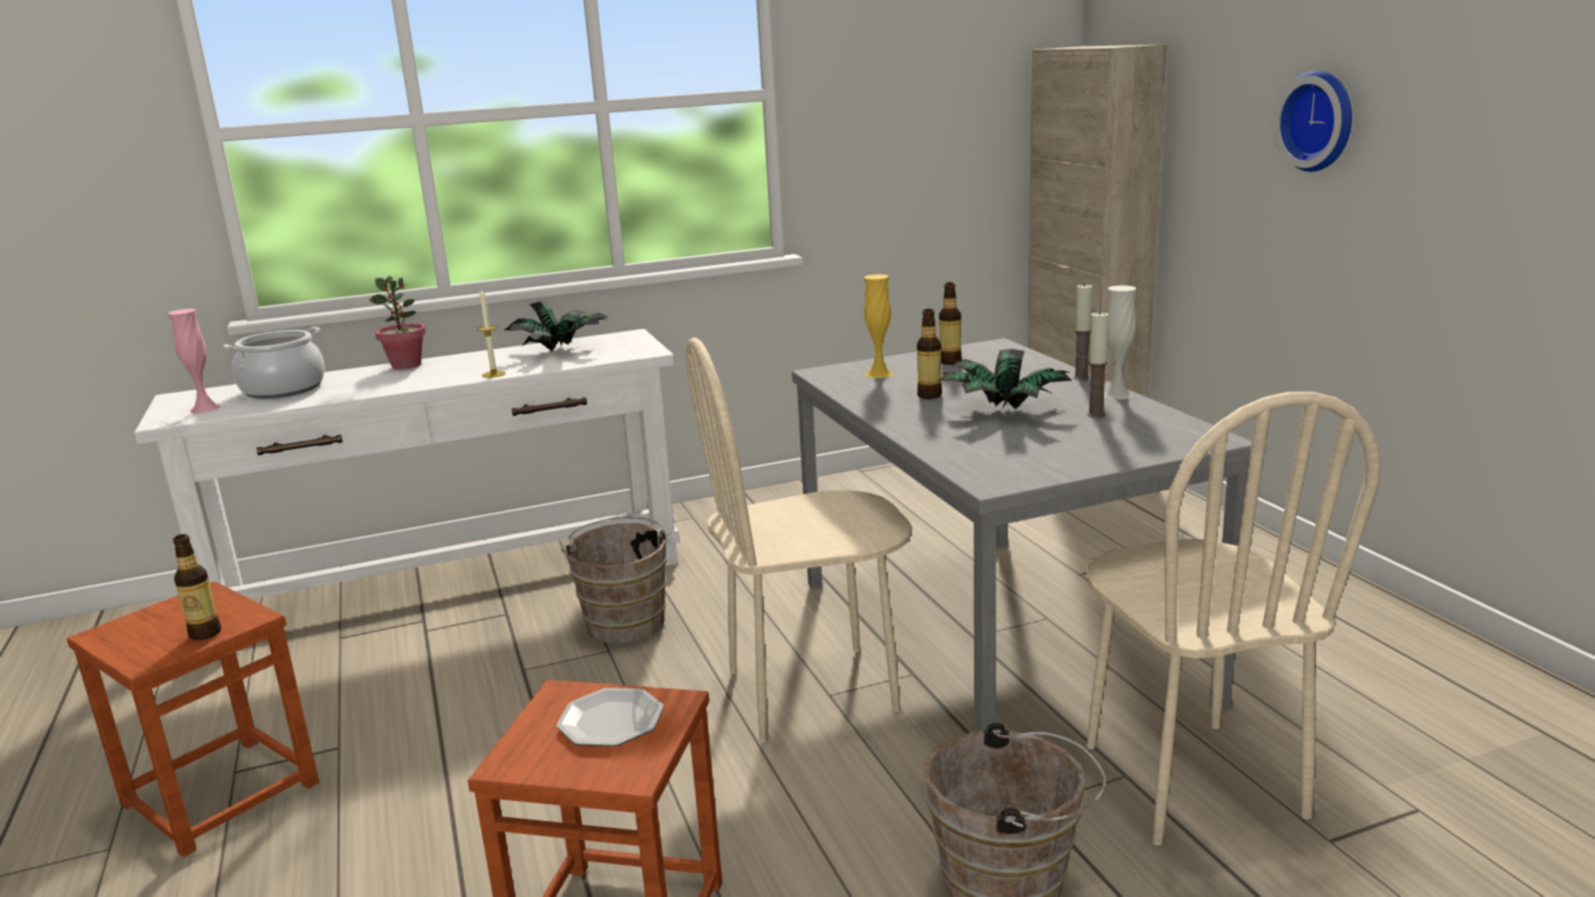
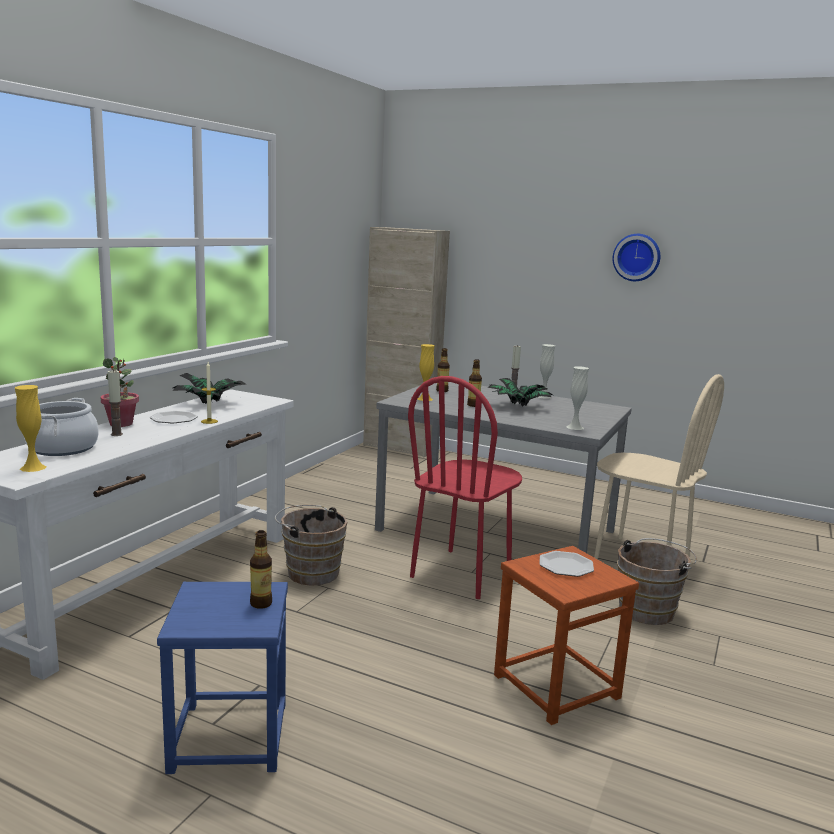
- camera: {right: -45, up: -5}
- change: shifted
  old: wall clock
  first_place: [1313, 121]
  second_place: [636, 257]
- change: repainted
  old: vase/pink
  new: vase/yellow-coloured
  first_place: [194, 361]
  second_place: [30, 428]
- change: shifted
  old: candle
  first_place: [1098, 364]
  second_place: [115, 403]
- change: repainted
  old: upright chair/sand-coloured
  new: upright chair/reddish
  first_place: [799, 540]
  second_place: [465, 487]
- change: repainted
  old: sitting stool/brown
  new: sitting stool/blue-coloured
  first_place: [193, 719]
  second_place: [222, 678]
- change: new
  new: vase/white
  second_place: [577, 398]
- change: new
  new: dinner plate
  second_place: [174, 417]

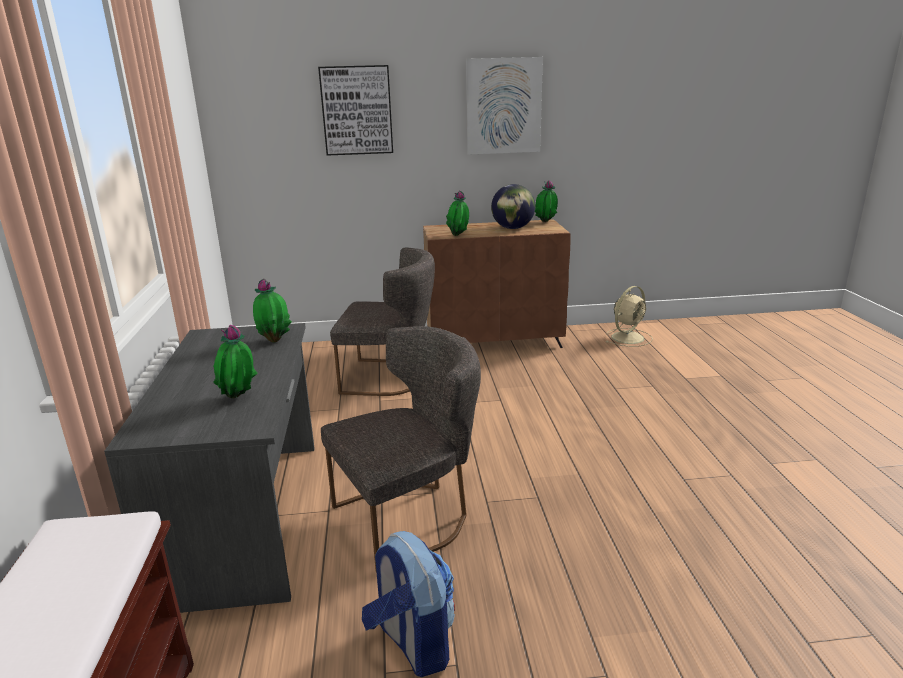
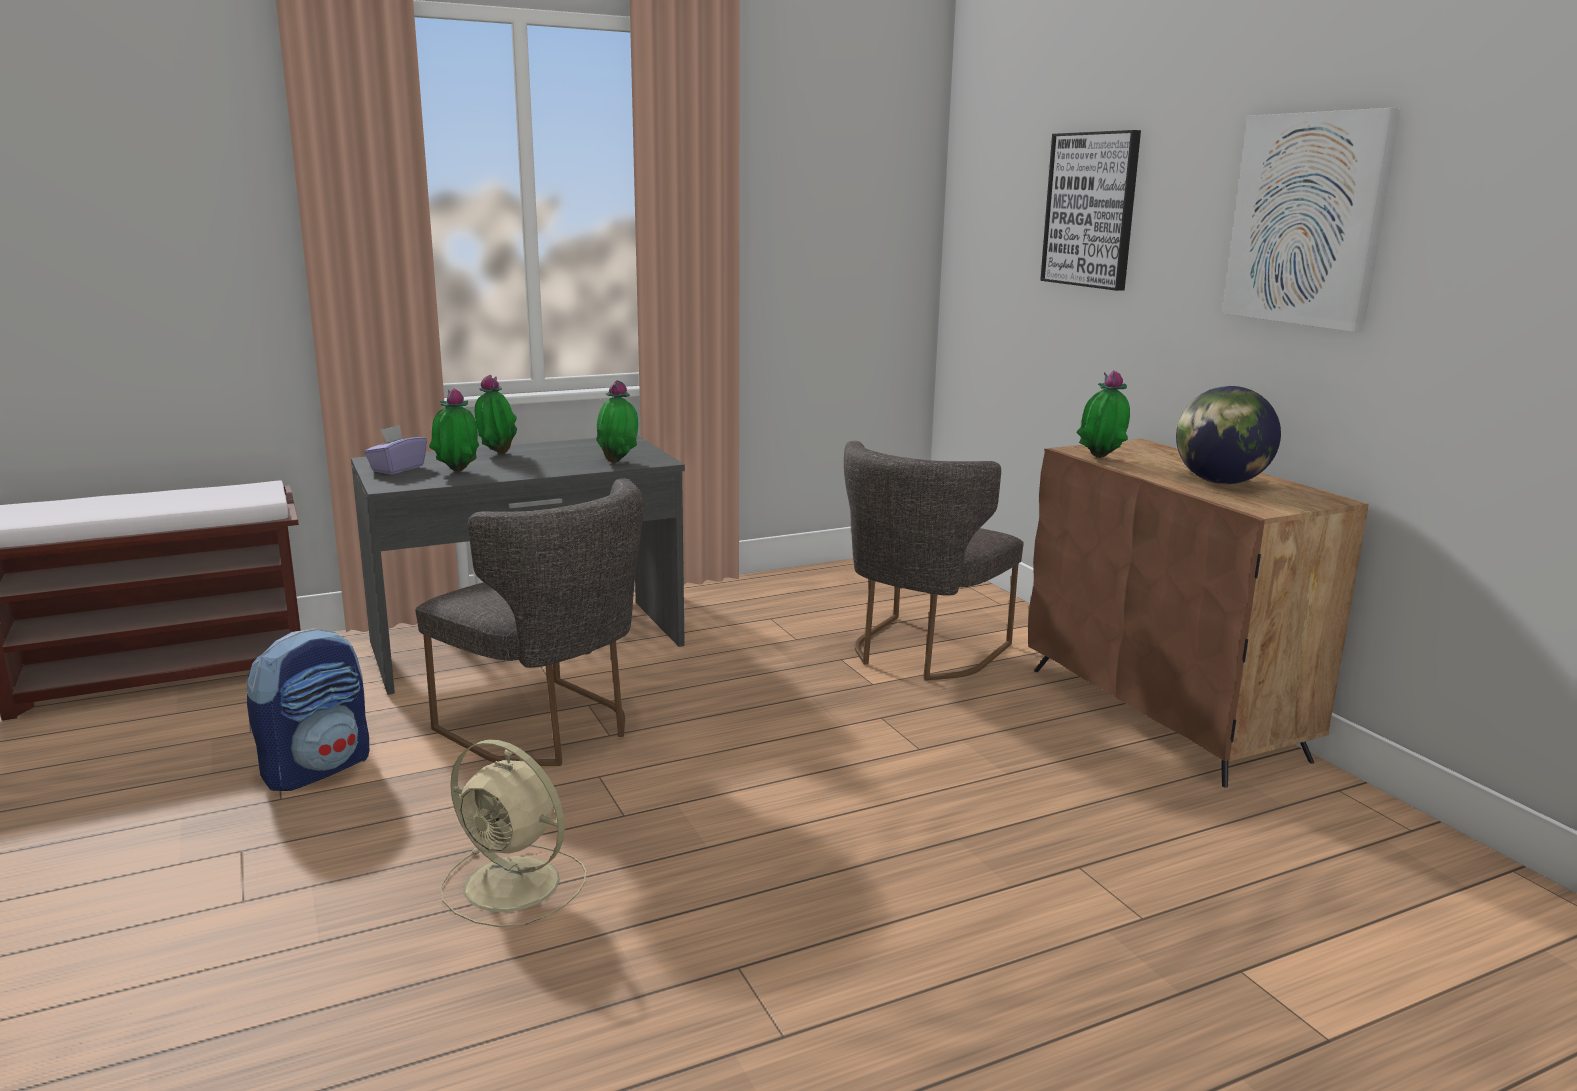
- camera: {right: 70, up: -5}
- change: shifted
  old: potted plant
  first_place: [546, 201]
  second_place: [496, 414]
- change: rotated
  old: upright chair/greyish
  first_place: [382, 321]
  second_place: [934, 560]
  degrees: 45
- change: shifted
  old: cooling fan/sand-coloured
  first_place: [629, 316]
  second_place: [513, 833]
- change: new
  new: tissue box/purple-coloured
  second_place: [395, 449]

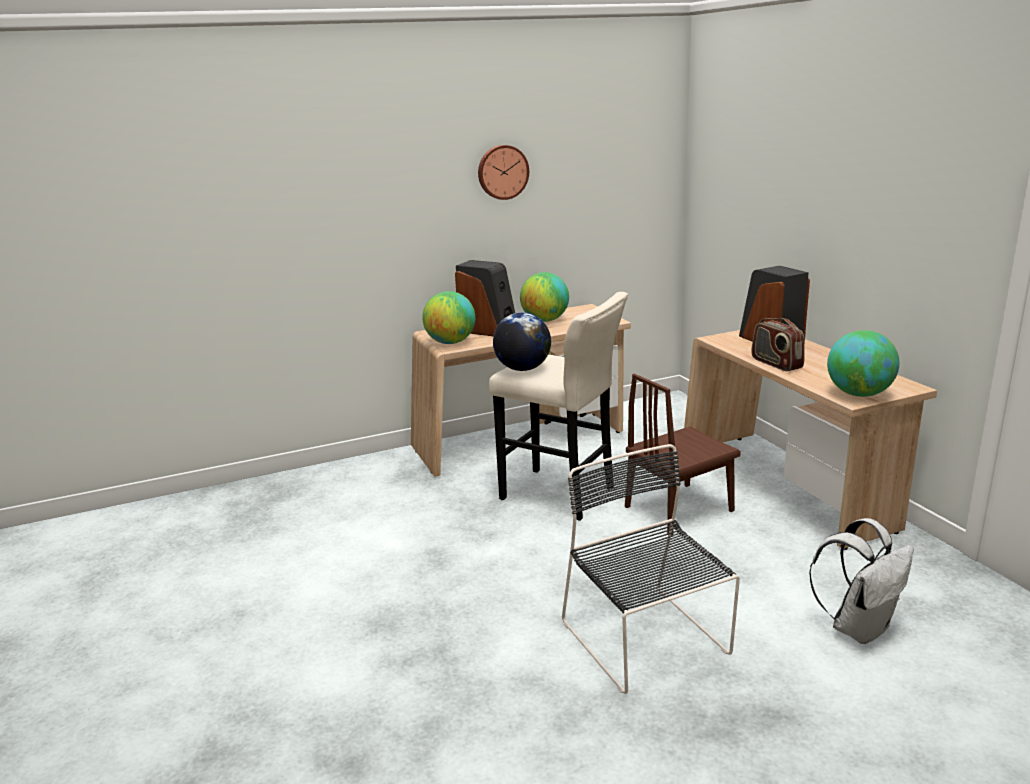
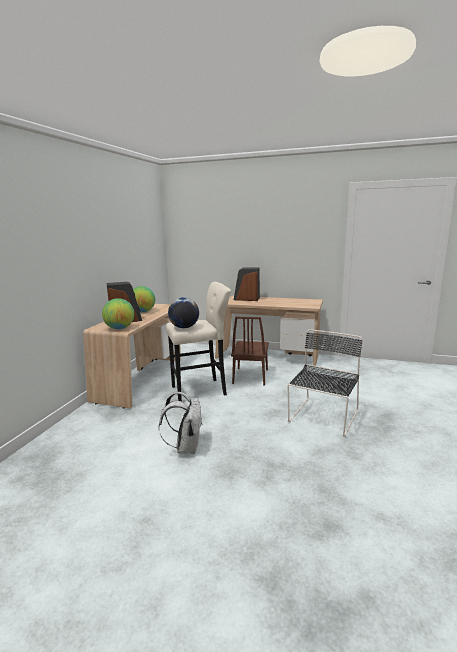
- camera: {right: -50, up: -5}
- change: gone
  old: wall clock
  first_place: [503, 172]
- change: gone
  old: radio
  first_place: [778, 344]
- change: gone
  old: world globe
  first_place: [863, 363]
- change: rotated
  old: upright chair/blackish
  first_place: [651, 569]
  second_place: [325, 383]
  degrees: 105
- change: shifted
  old: backpack/white
  first_place: [861, 581]
  second_place: [180, 423]

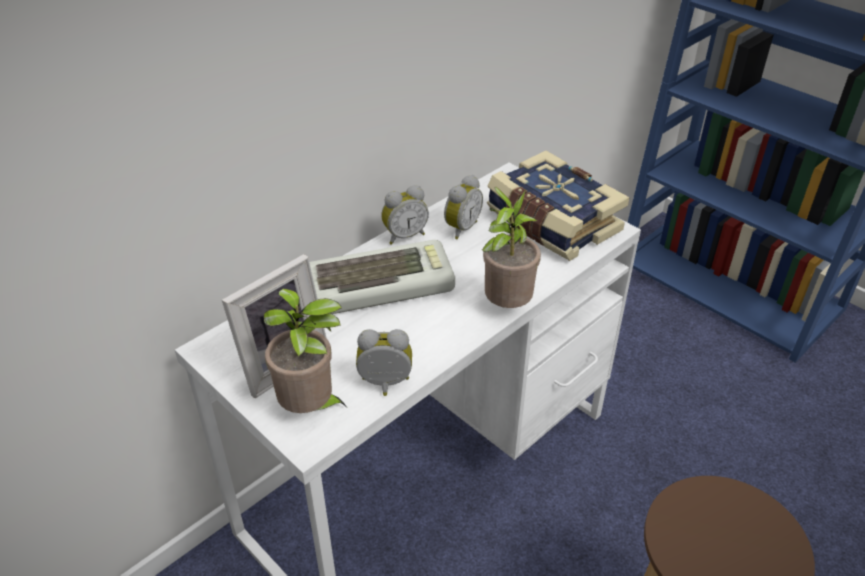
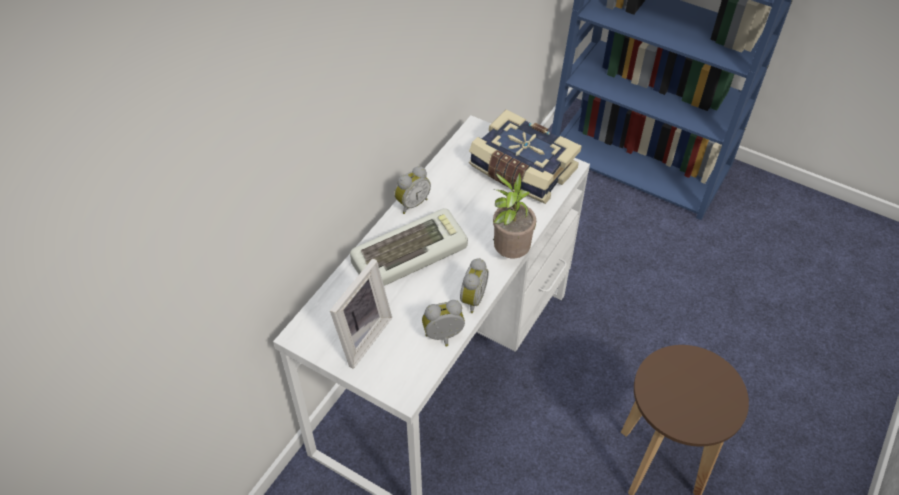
- camera: {right: -15, up: 10}
- change: shifted
  old: bedside clock
  first_place: [463, 207]
  second_place: [474, 285]
- change: gone
  old: potted plant
  first_place: [305, 350]

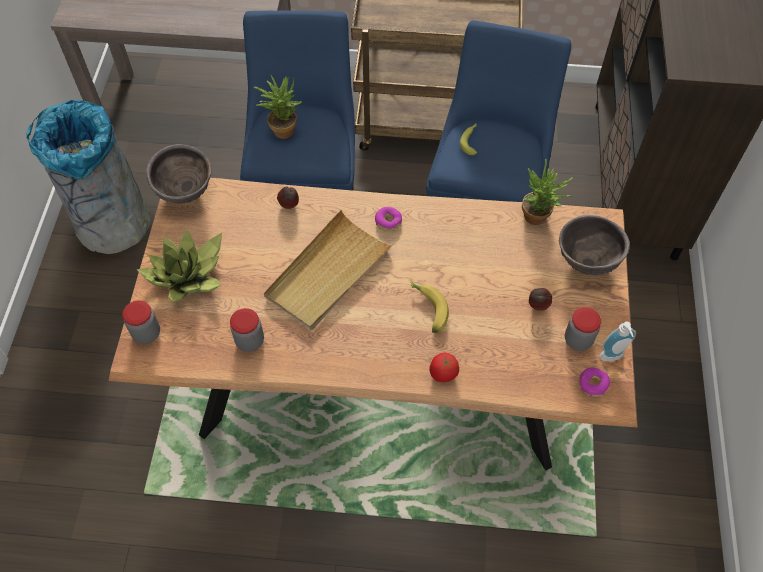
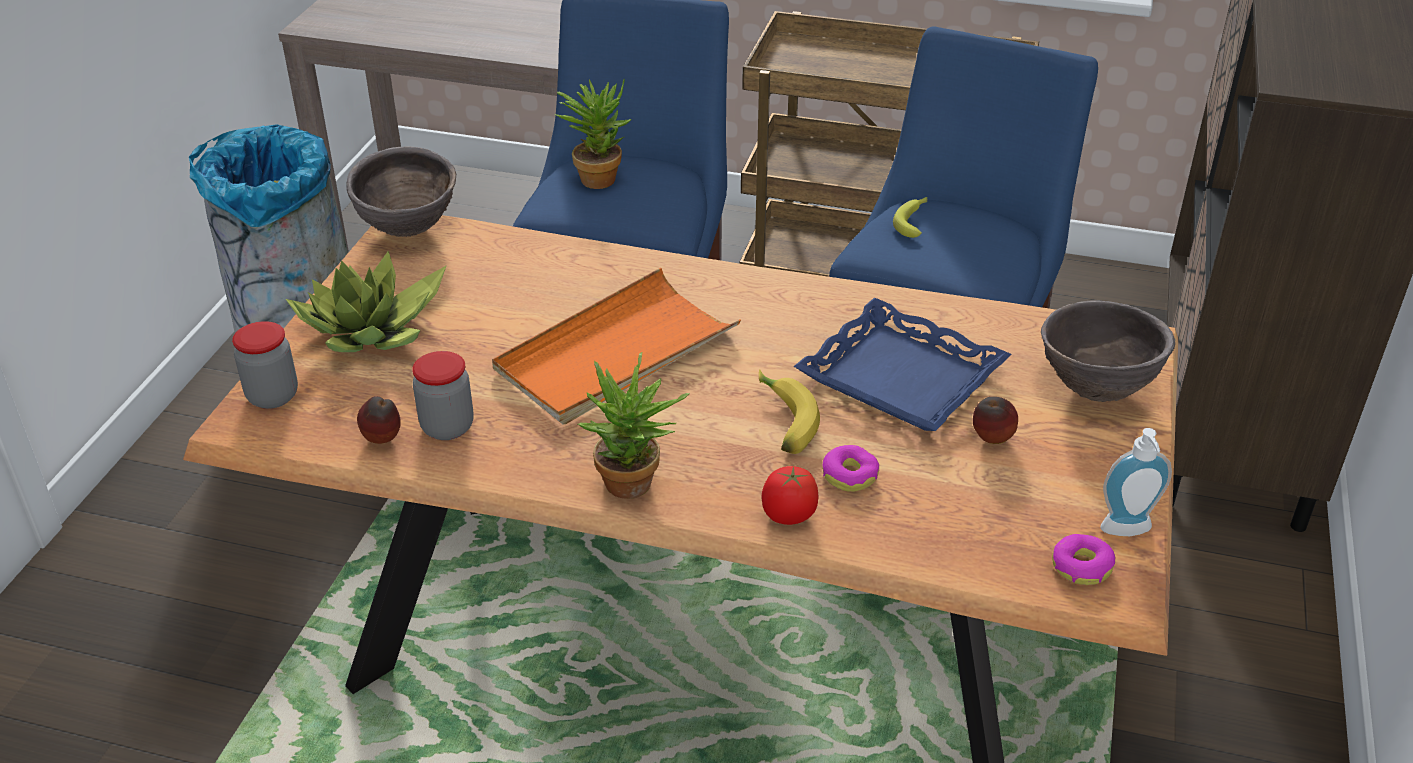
- camera: {right: 10, up: -20}
- change: shifted
  old: potted plant
  first_place: [547, 192]
  second_place: [634, 425]
- change: shifted
  old: apple fruit
  first_place: [288, 198]
  second_place: [379, 420]
- change: shifted
  old: donut
  first_place: [388, 219]
  second_place: [850, 468]
- change: repainted
  old: serving tray/sand-coloured
  new: serving tray/orangey
  first_place: [329, 270]
  second_place: [616, 346]
- change: gone
  old: storage jar
  first_place: [583, 329]
- change: new
  new: serving tray/blue-coloured
  second_place: [902, 364]

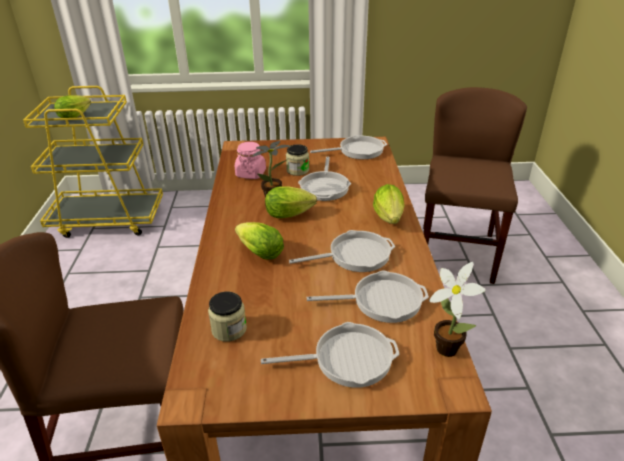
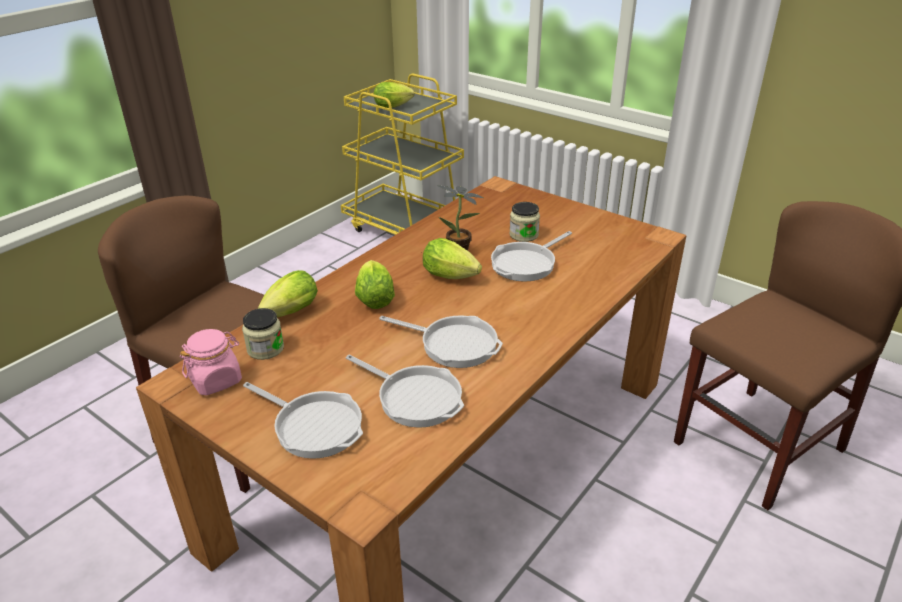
- camera: {right: 40, up: 0}
- change: gone
  old: frying pan
  first_place: [348, 147]
- change: shifted
  old: storage jar/pink
  first_place: [250, 160]
  second_place: [211, 362]
- change: shifted
  old: head of lettuce
  first_place: [388, 204]
  second_place: [288, 293]
- change: gone
  old: potted plant
  first_place: [457, 309]

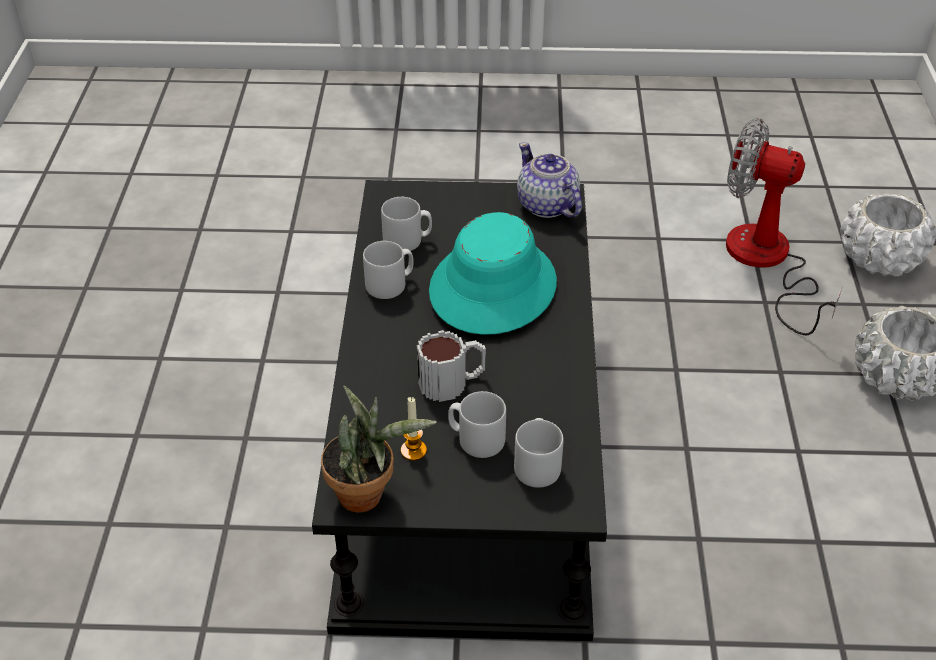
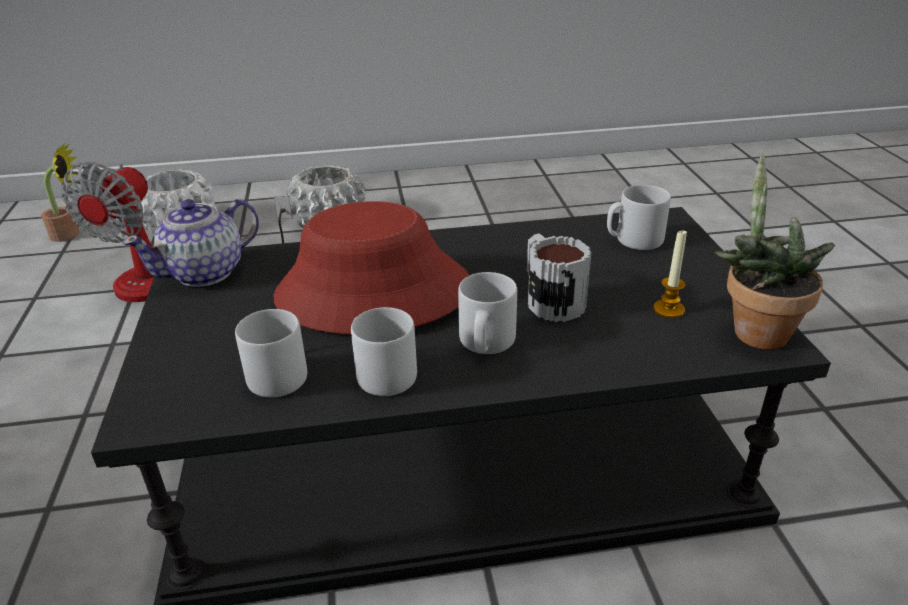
- camera: {right: -100, up: -10}
- change: repainted
  old: hat/turquoise-coloured
  new: hat/reddish
  first_place: [493, 273]
  second_place: [371, 267]
- change: shifted
  old: coffee mug/greyish
  first_place: [477, 424]
  second_place: [487, 313]
- change: new
  new: potted plant
  second_place: [60, 192]

